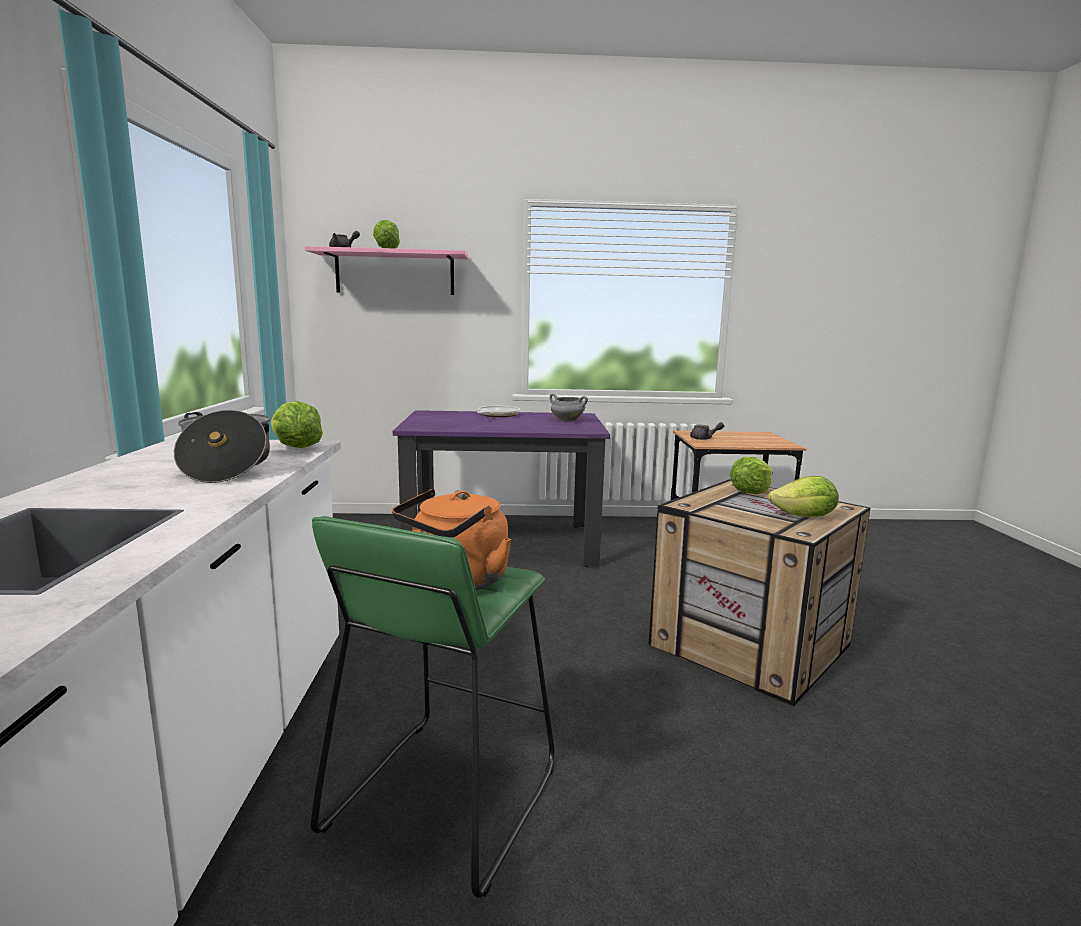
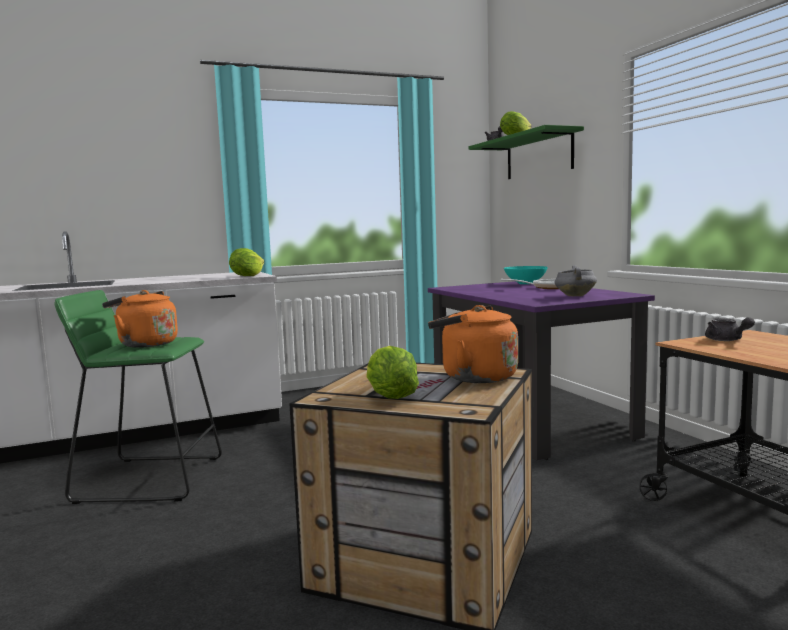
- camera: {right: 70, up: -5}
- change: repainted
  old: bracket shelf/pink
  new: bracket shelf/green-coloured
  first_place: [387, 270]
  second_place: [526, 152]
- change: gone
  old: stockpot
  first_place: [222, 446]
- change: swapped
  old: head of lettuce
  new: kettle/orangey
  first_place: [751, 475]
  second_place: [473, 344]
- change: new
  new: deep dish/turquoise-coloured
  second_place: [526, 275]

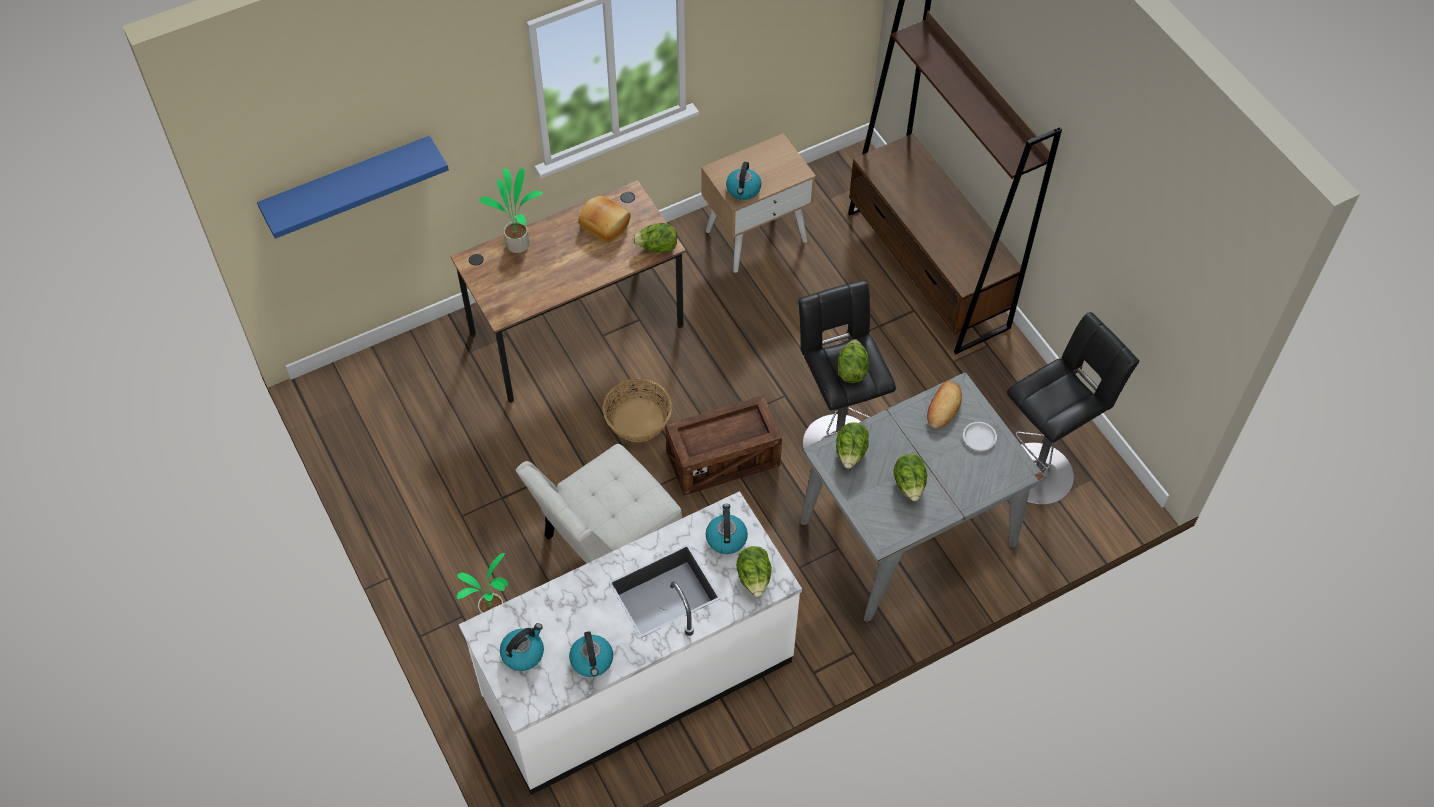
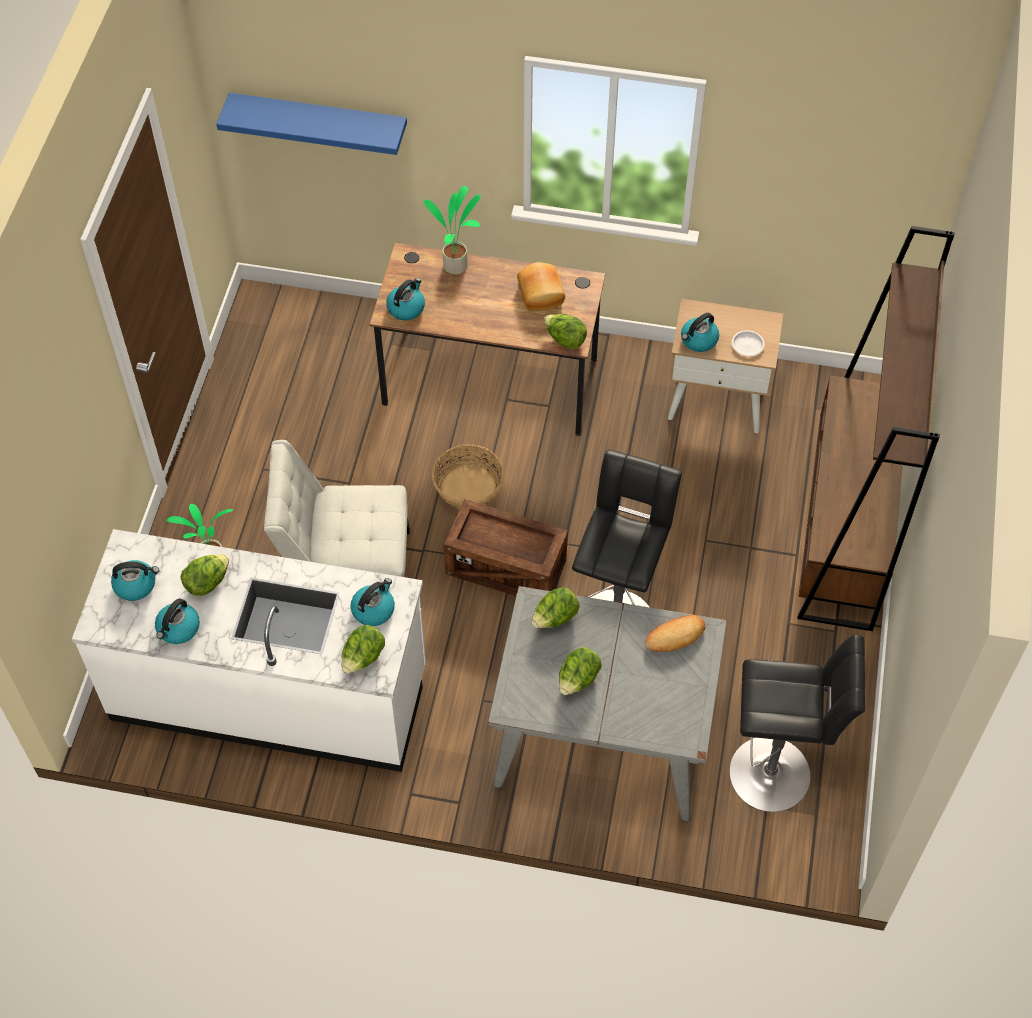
- camera: {right: 40, up: 0}
- change: shifted
  old: head of lettuce
  first_place: [853, 361]
  second_place: [205, 575]
- change: shifted
  old: dinner plate/white
  first_place: [980, 436]
  second_place: [748, 343]
- change: new
  new: kettle
  second_place: [405, 299]

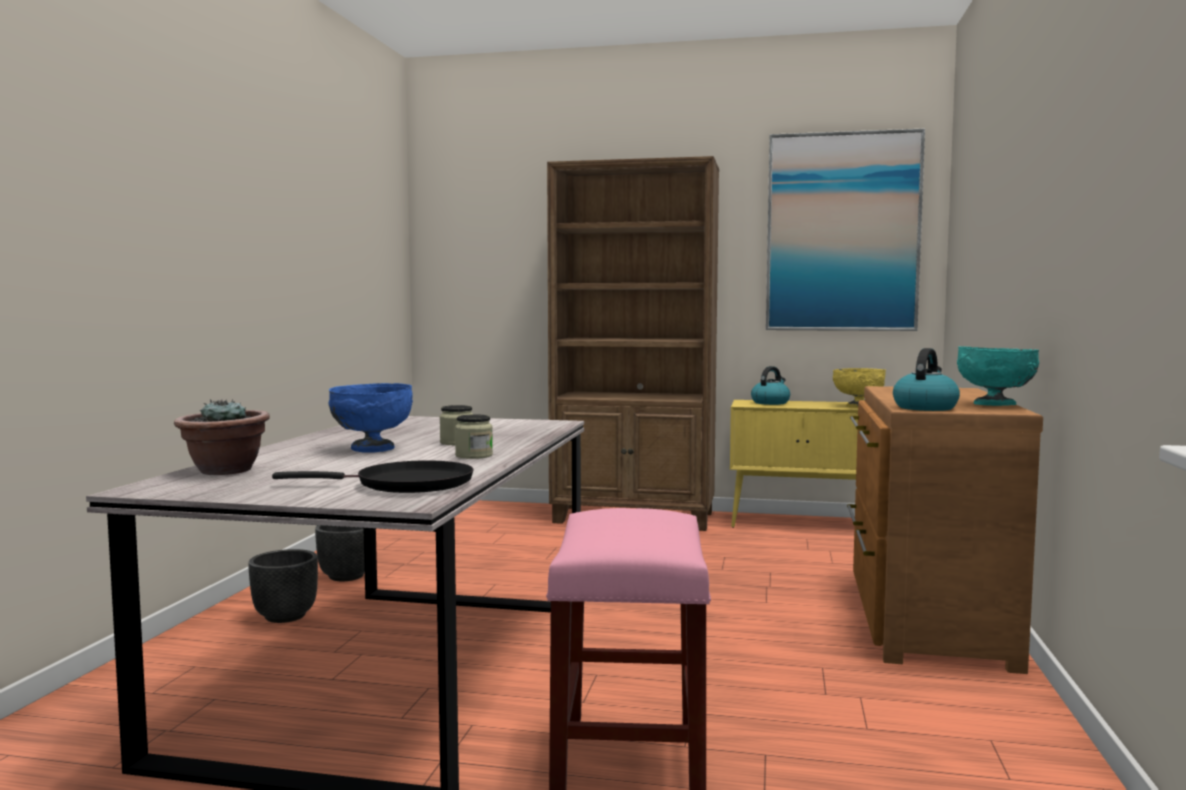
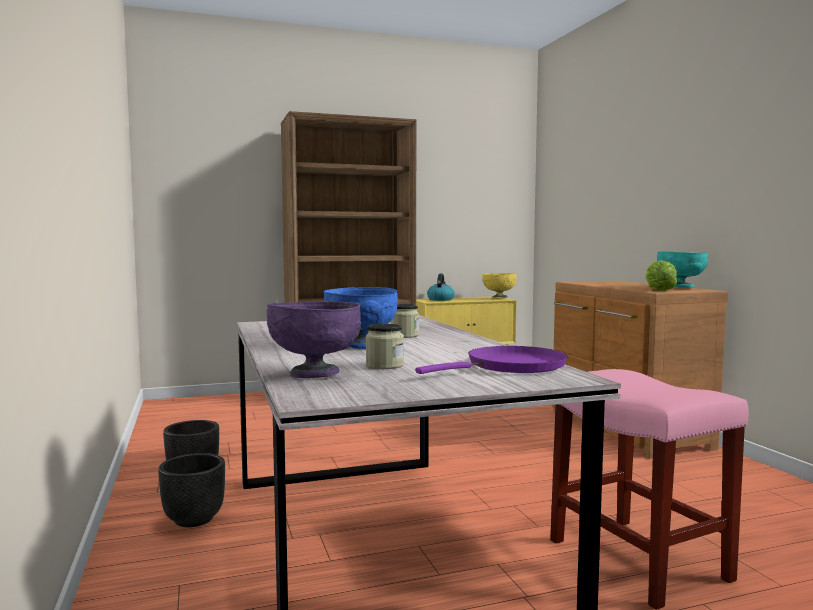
- camera: {right: -30, up: 0}
- change: gone
  old: picture
  first_place: [845, 229]
- change: swapped
  old: kettle
  new: head of lettuce
  first_place: [926, 379]
  second_place: [661, 275]
- change: swapped
  old: potted plant
  new: deep dish/purple-coloured
  first_place: [222, 437]
  second_place: [314, 340]
- change: shifted
  old: storage jar
  first_place: [474, 436]
  second_place: [385, 346]
- change: repainted
  old: frying pan/blackish
  new: frying pan/purple-coloured
  first_place: [372, 476]
  second_place: [491, 360]

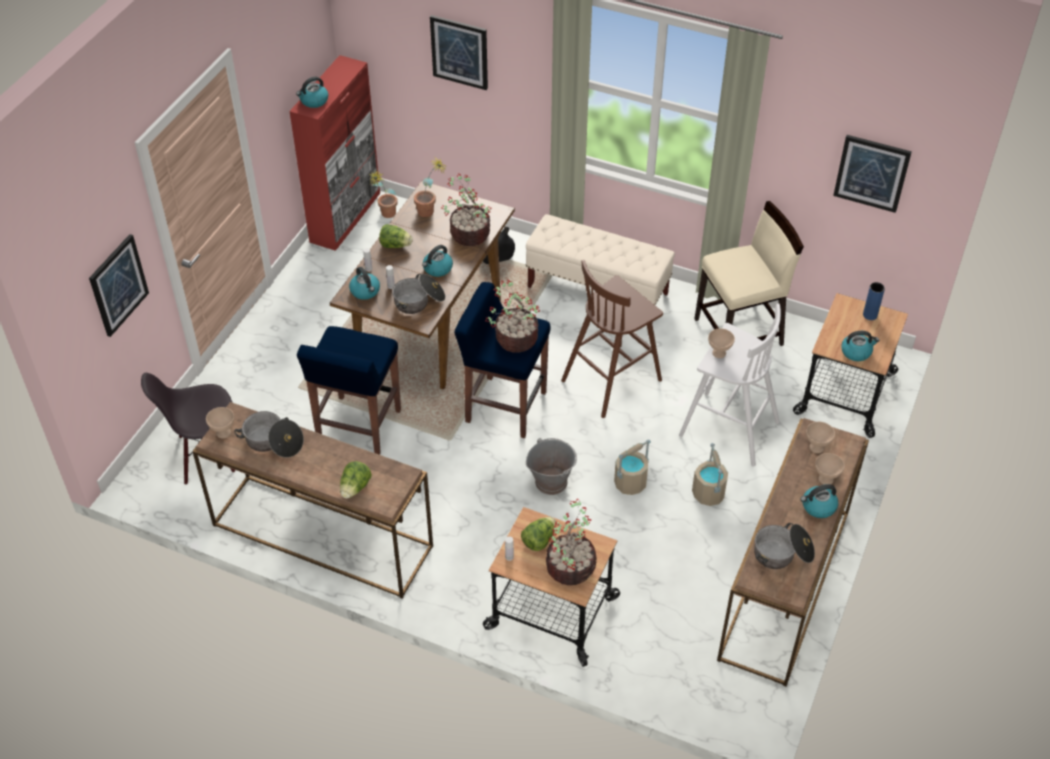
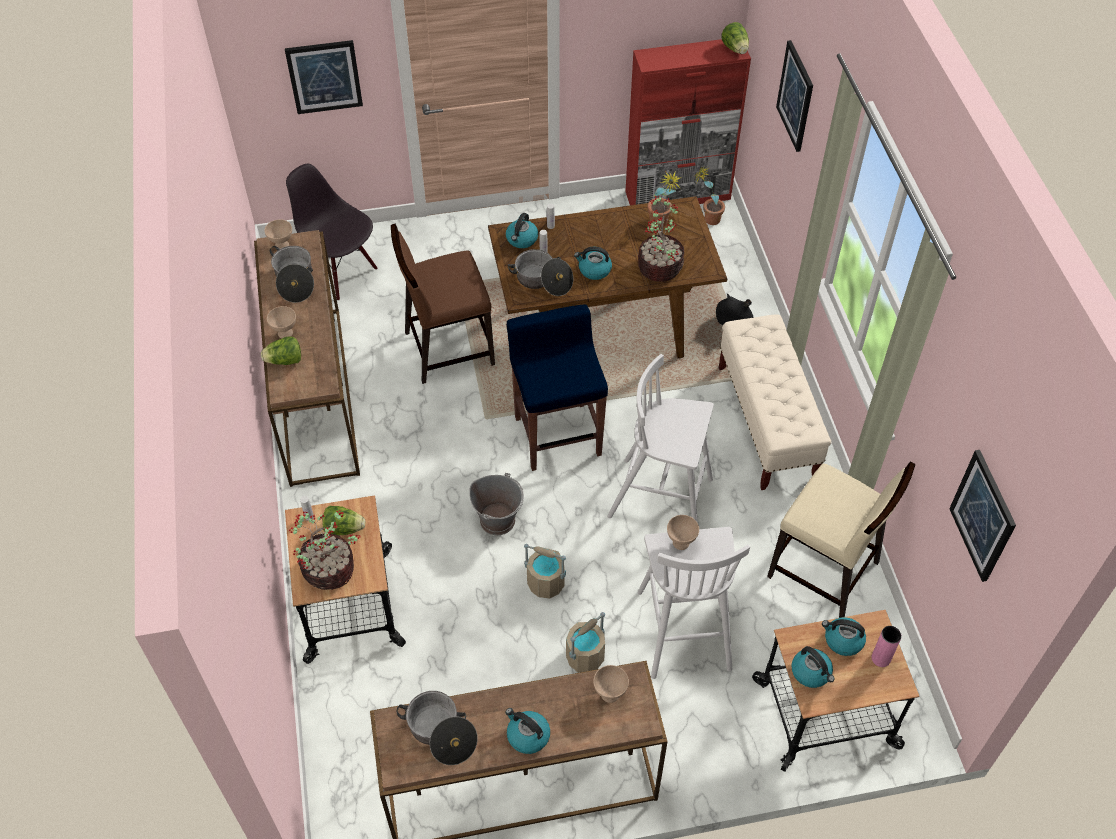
- camera: {right: 55, up: 5}
- change: shifted
  old: kettle
  first_place: [312, 92]
  second_place: [844, 636]
- change: shifted
  old: head of lettuce
  first_place: [396, 236]
  second_place: [735, 38]
- change: repainted
  old: sitting stool/brown
  new: sitting stool/white
  first_place: [612, 339]
  second_place: [660, 437]
- change: gone
  old: potted plant
  first_place: [512, 316]
- change: repainted
  old: vase/blue-coloured
  new: vase/pink
  first_place: [874, 301]
  second_place: [886, 646]
- change: swapped
  old: sitting stool/blue-coloured
  new: upright chair/brown
  first_place: [349, 390]
  second_place: [443, 303]
- change: shifted
  old: deep dish/sand-coloured
  first_place: [830, 469]
  second_place: [281, 322]

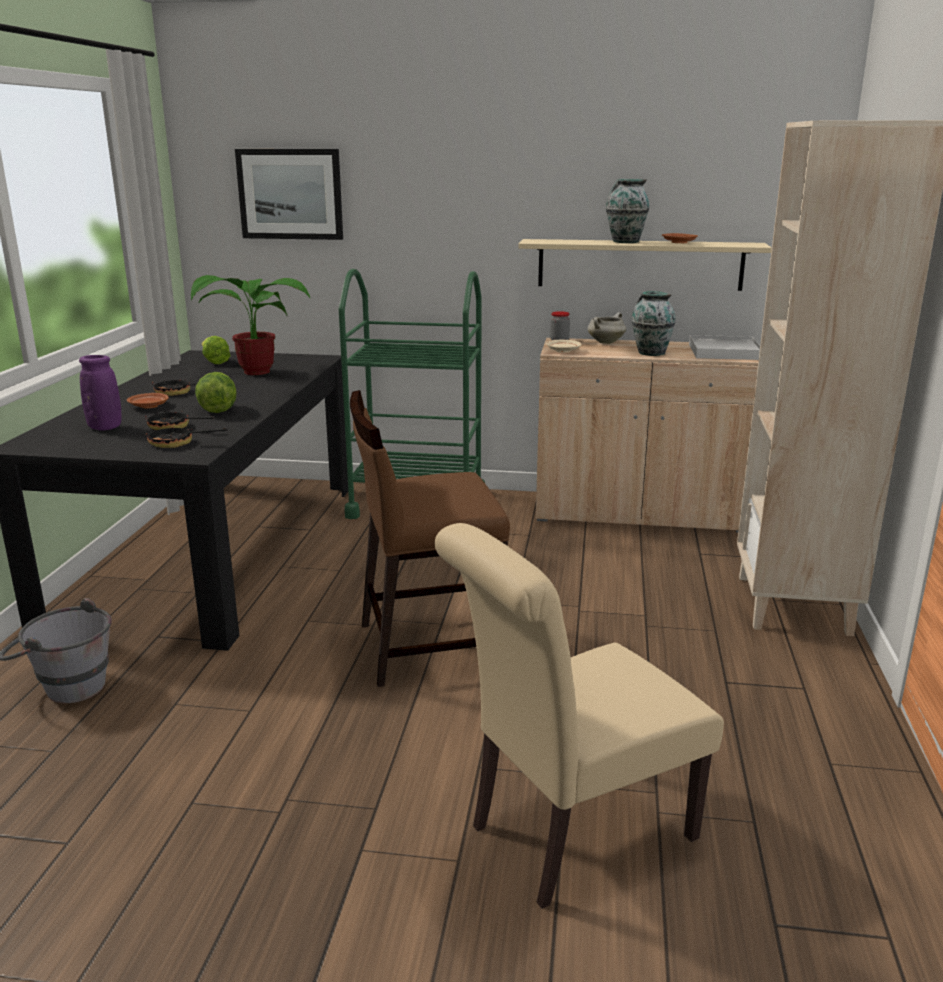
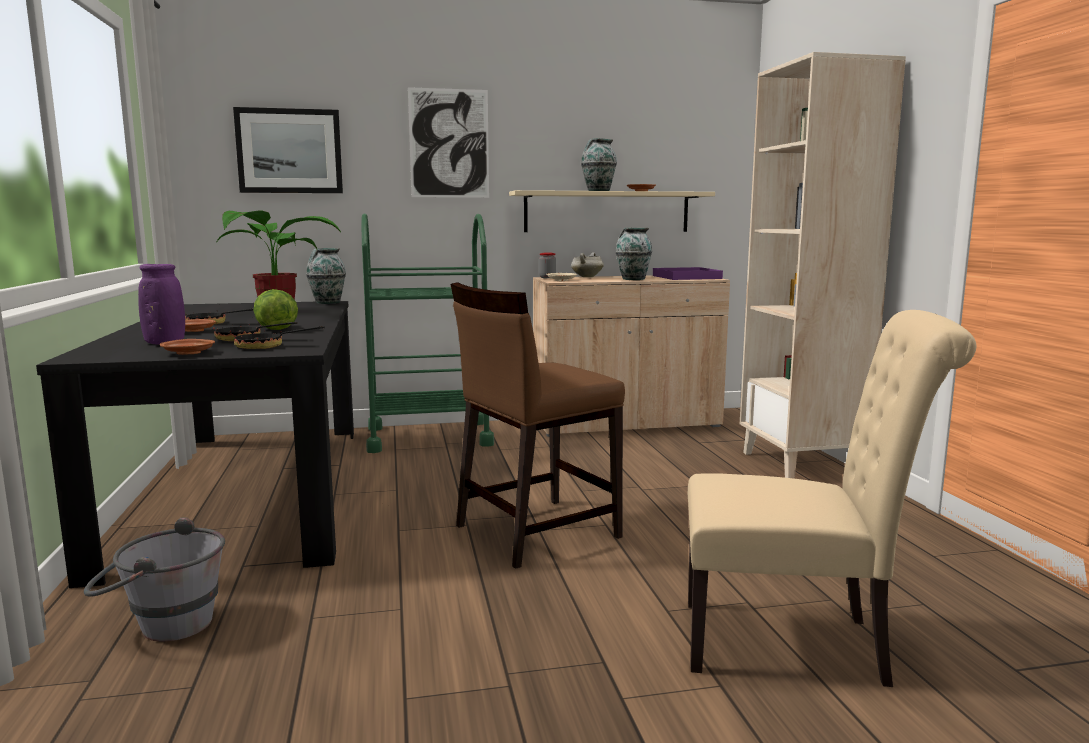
- camera: {right: -20, up: -10}
- change: repainted
  old: serving tray/white
  new: serving tray/purple-coloured
  first_place: [724, 347]
  second_place: [688, 273]
- change: gone
  old: head of lettuce
  first_place: [216, 350]
- change: rotated
  old: upright chair/sand-coloured
  first_place: [579, 716]
  second_place: [832, 498]
  degrees: -120
- change: new
  new: picture
  second_place: [448, 142]
- change: new
  new: vase
  second_place: [326, 276]
- change: new
  new: dinner plate/brown
  second_place: [187, 347]

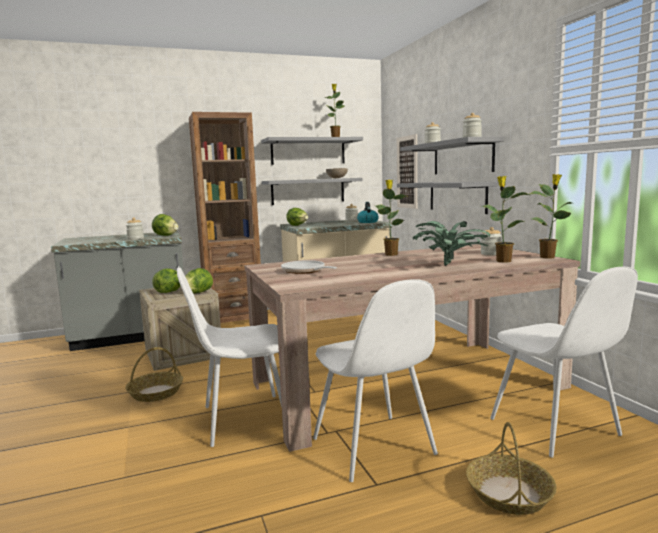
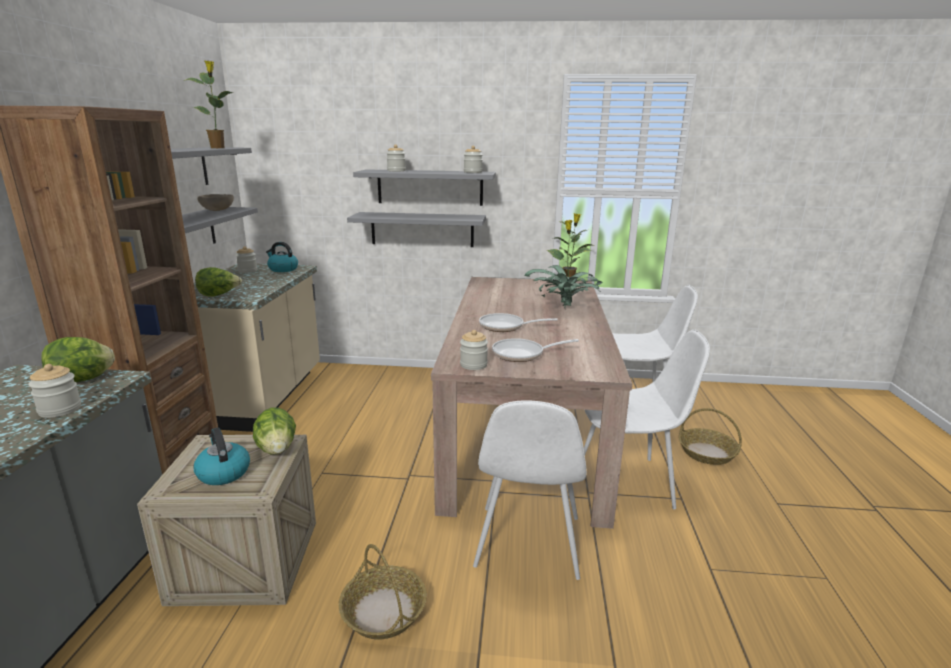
- camera: {right: -65, up: 10}
- change: gone
  old: picture
  first_place: [407, 171]
- change: gone
  old: potted plant
  first_place: [392, 218]
- change: shifted
  old: storage jar
  first_place: [491, 241]
  second_place: [474, 350]
- change: swapped
  old: head of lettuce
  new: kettle
  first_place: [166, 280]
  second_place: [222, 456]
- change: new
  new: frying pan
  second_place: [518, 322]

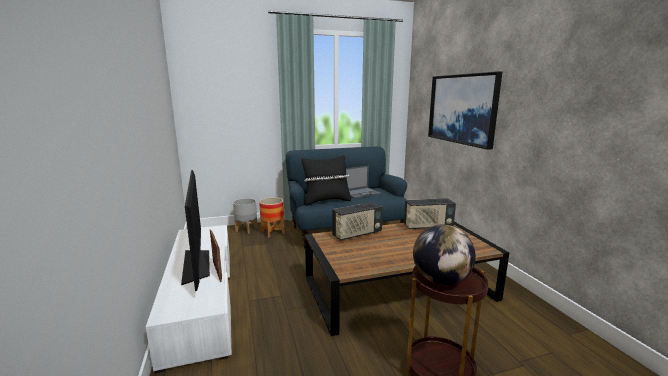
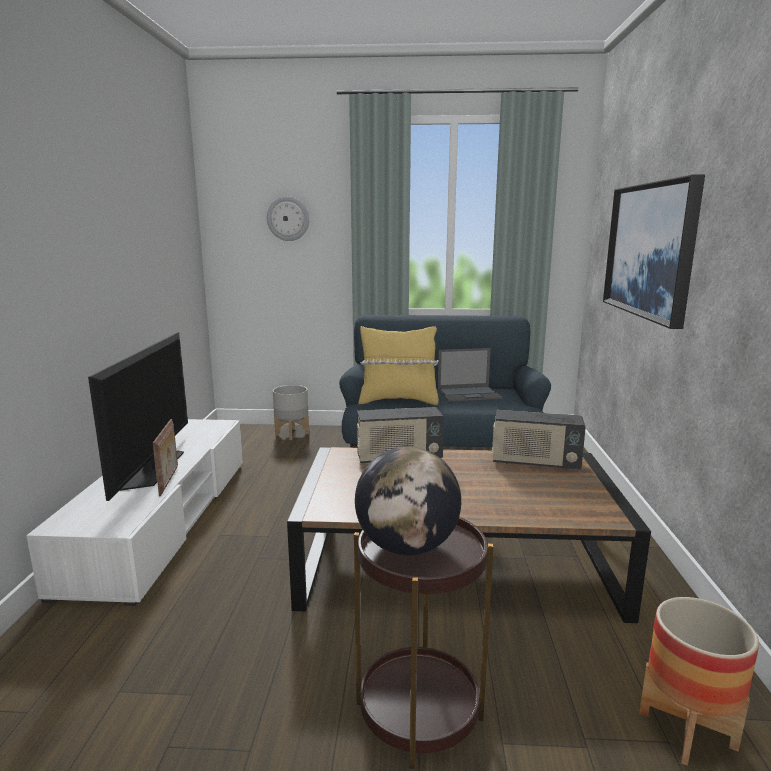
- camera: {right: 20, up: 0}
- change: repainted
  old: throw pillow/blackish
  new: throw pillow/yellow-coloured
  first_place: [326, 180]
  second_place: [398, 365]
- change: shifted
  old: plant pot
  first_place: [272, 217]
  second_place: [699, 681]
- change: new
  new: wall clock
  second_place: [288, 218]

